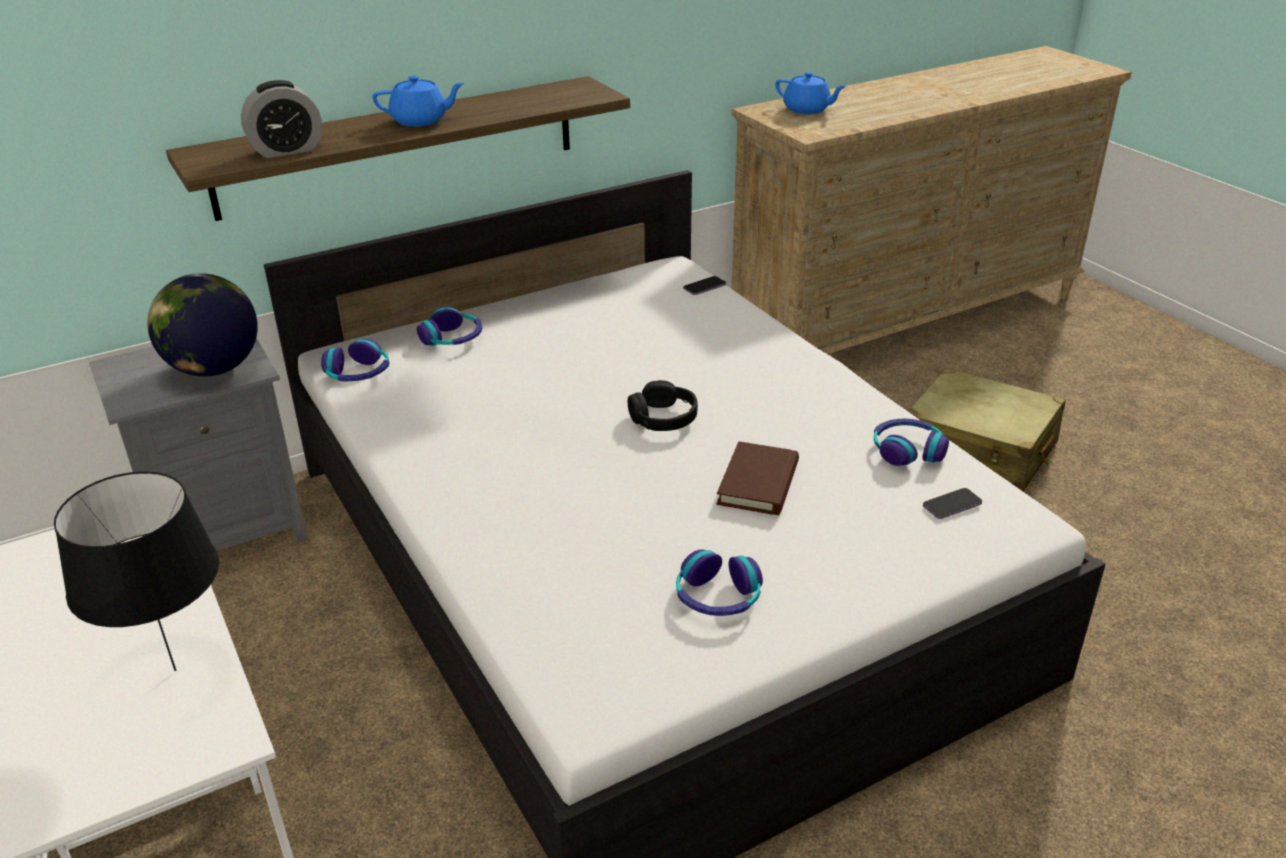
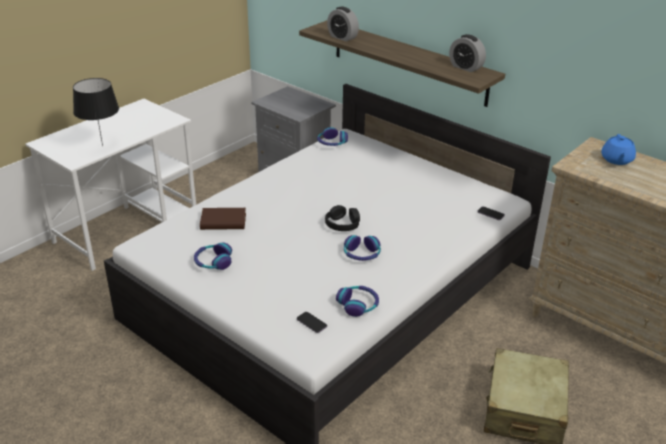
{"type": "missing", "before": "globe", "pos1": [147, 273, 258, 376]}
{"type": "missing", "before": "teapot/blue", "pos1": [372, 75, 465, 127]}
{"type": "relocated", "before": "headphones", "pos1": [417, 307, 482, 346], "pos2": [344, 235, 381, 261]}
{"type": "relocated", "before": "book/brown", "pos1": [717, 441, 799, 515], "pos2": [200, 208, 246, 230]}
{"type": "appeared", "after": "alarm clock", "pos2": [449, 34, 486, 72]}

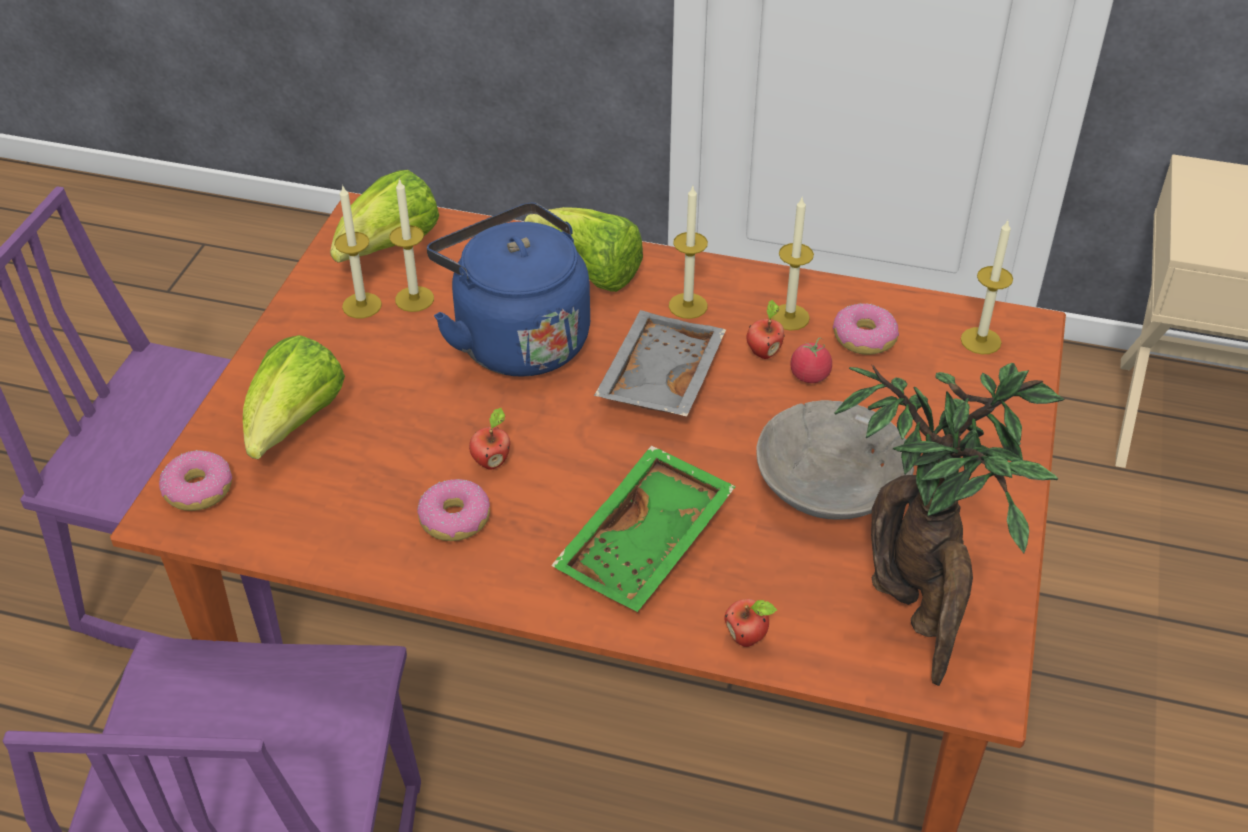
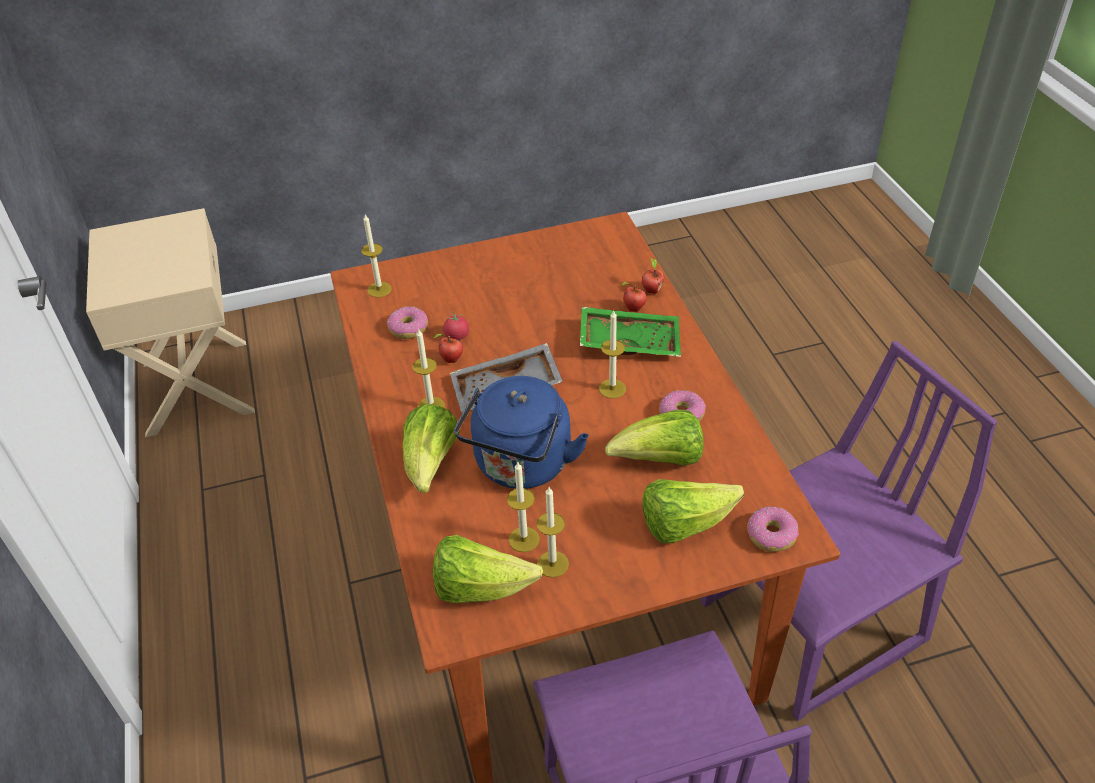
{"type": "relocated", "before": "apple", "pos1": [469, 408, 510, 470], "pos2": [620, 282, 647, 312]}
{"type": "missing", "before": "bowl/grey", "pos1": [756, 400, 914, 519]}
{"type": "relocated", "before": "candle", "pos1": [770, 198, 814, 331], "pos2": [599, 310, 626, 399]}
{"type": "missing", "before": "potted plant", "pos1": [834, 363, 1065, 686]}
{"type": "appeared", "after": "lettuce", "pos2": [605, 409, 704, 466]}

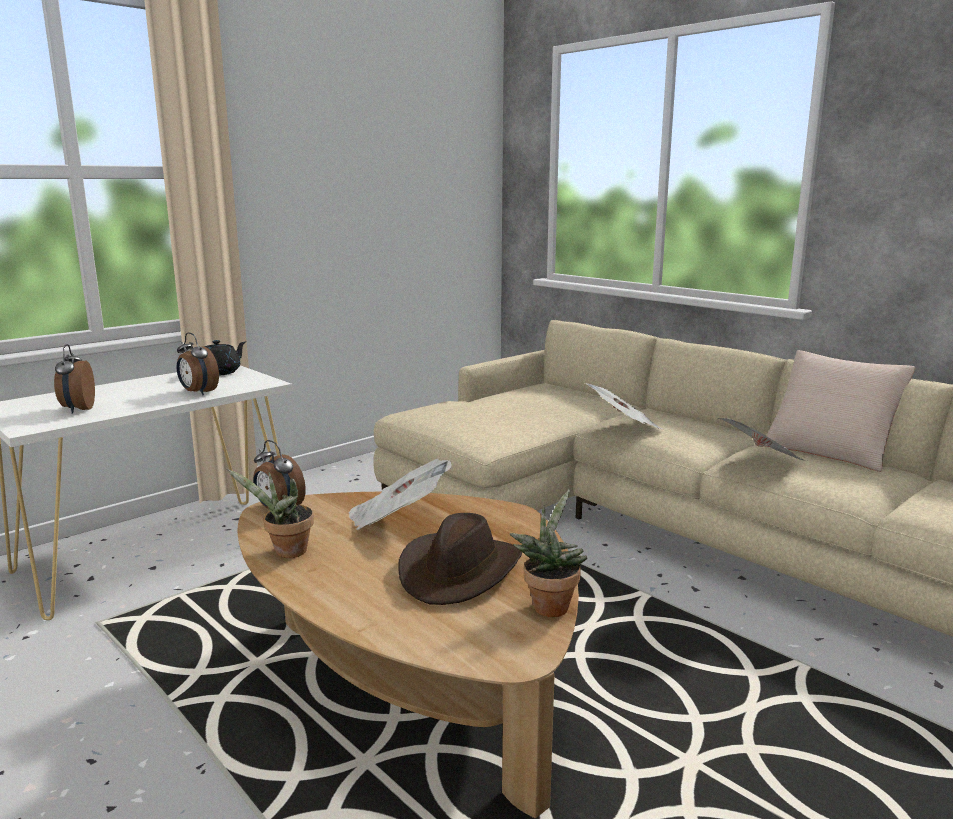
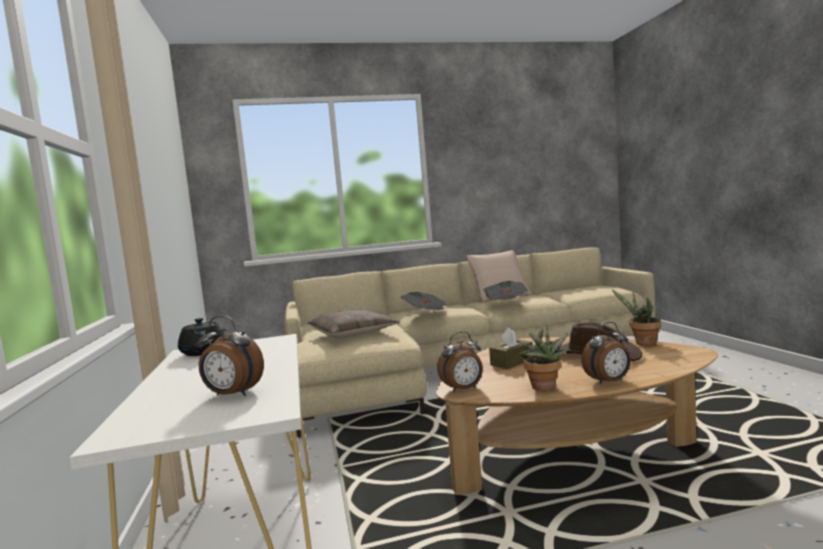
{"type": "relocated", "before": "alarm clock", "pos1": [177, 333, 219, 395], "pos2": [581, 322, 631, 385]}
{"type": "exchanged", "before": "newspaper", "after": "tissue box/brown", "pos1": [348, 459, 452, 530], "pos2": [489, 327, 533, 369]}
{"type": "appeared", "after": "pillow", "pos2": [308, 310, 400, 339]}

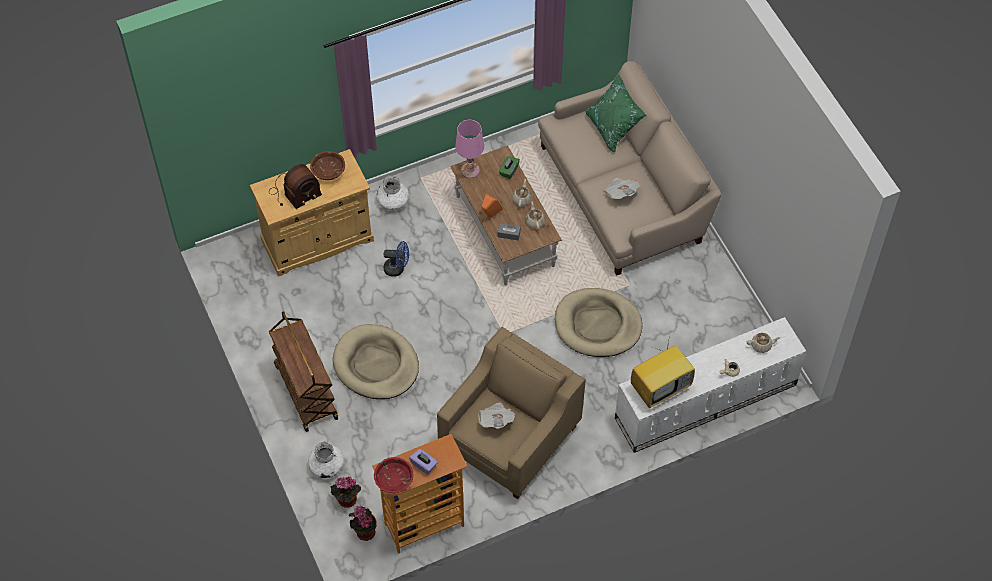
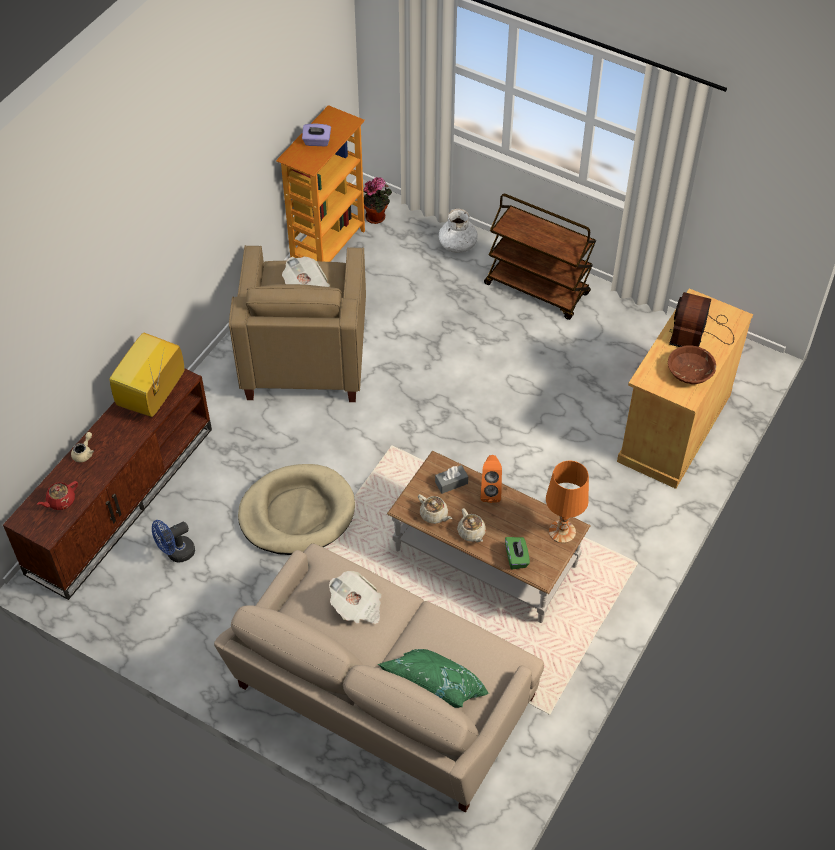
{"type": "missing", "before": "potted plant", "pos1": [331, 476, 361, 508]}
{"type": "missing", "before": "dog bed/beige", "pos1": [333, 324, 419, 399]}
{"type": "missing", "before": "bowl/red", "pos1": [374, 457, 414, 493]}
{"type": "missing", "before": "vase/white", "pos1": [377, 175, 409, 210]}
{"type": "relocated", "before": "fan/blue", "pos1": [384, 241, 409, 277], "pos2": [152, 520, 195, 562]}
{"type": "colour", "before": "table lamp/pink", "after": "table lamp/orange", "pos1": [455, 120, 484, 178], "pos2": [546, 461, 589, 543]}
{"type": "colour", "before": "tv stand/white", "after": "tv stand/brown", "pos1": [615, 317, 806, 453], "pos2": [3, 368, 212, 600]}
{"type": "colour", "before": "teapot/beige", "after": "teapot/red", "pos1": [747, 332, 781, 353], "pos2": [37, 481, 78, 510]}

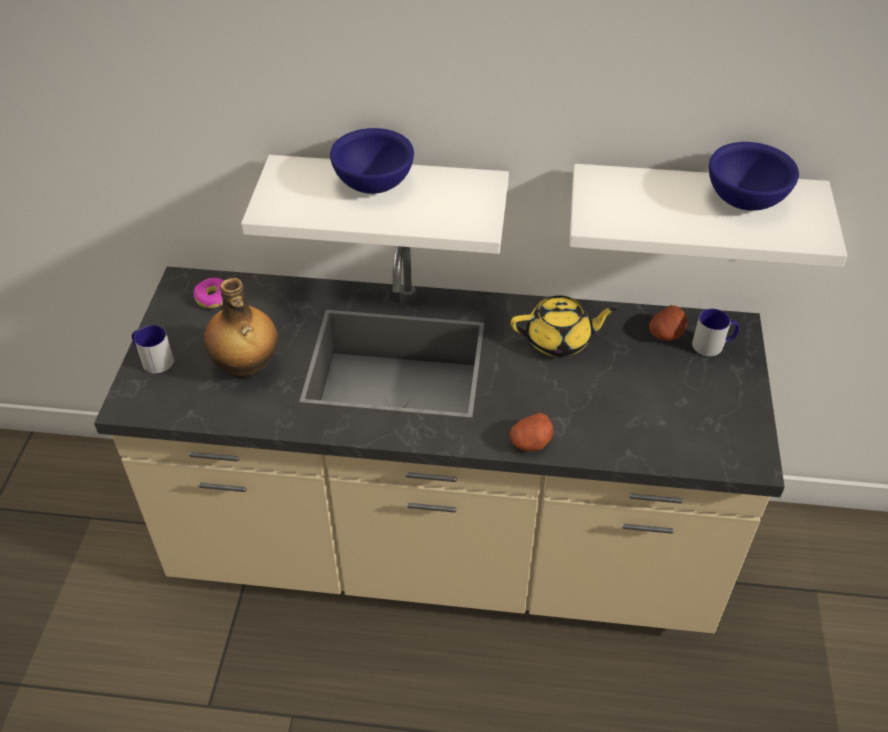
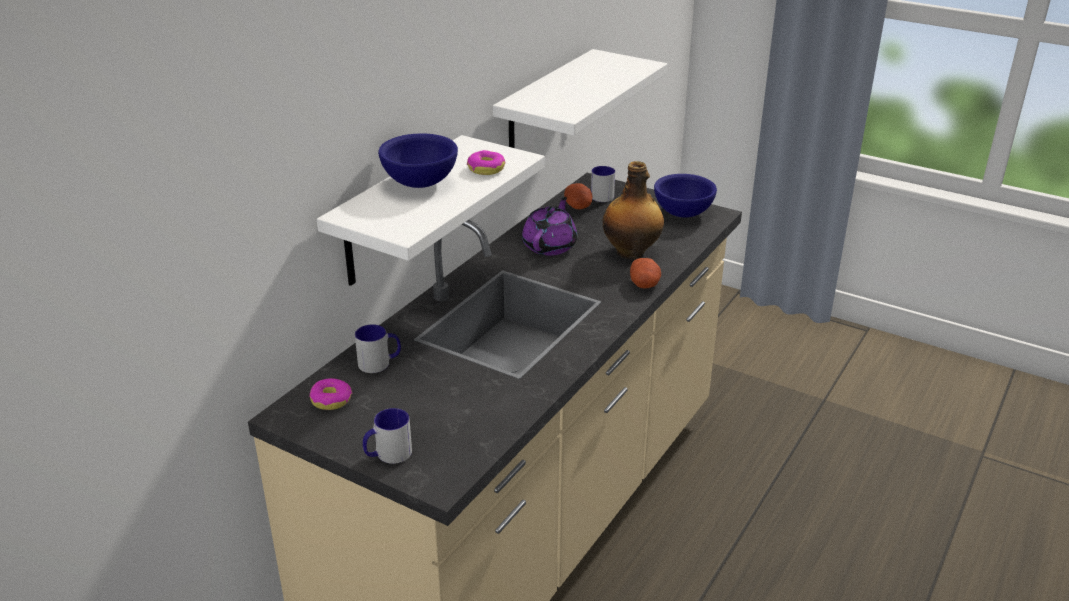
{"type": "relocated", "before": "bottle", "pos1": [204, 278, 278, 379], "pos2": [602, 161, 664, 259]}
{"type": "colour", "before": "teapot/yellow", "after": "teapot/purple", "pos1": [511, 295, 617, 357], "pos2": [522, 197, 577, 256]}
{"type": "relocated", "before": "bowl/blue", "pos1": [709, 142, 799, 211], "pos2": [654, 174, 717, 218]}
{"type": "appeared", "after": "mug", "pos2": [355, 324, 401, 373]}
{"type": "appeared", "after": "donut", "pos2": [467, 150, 505, 175]}

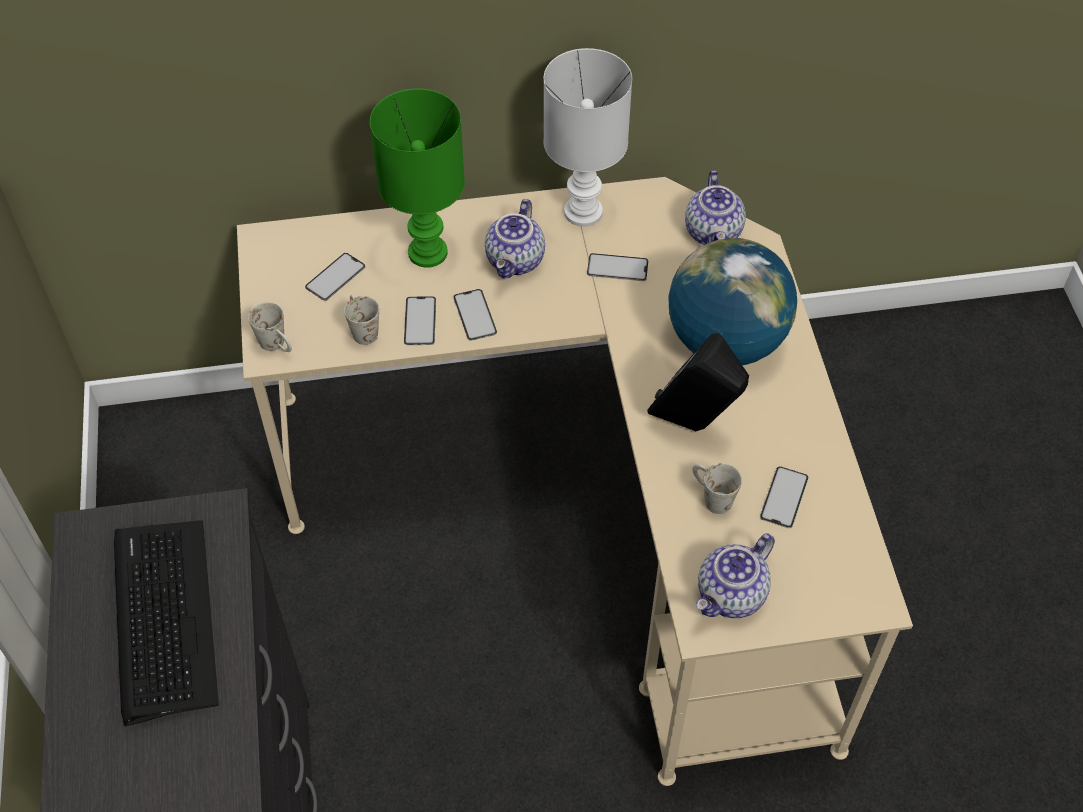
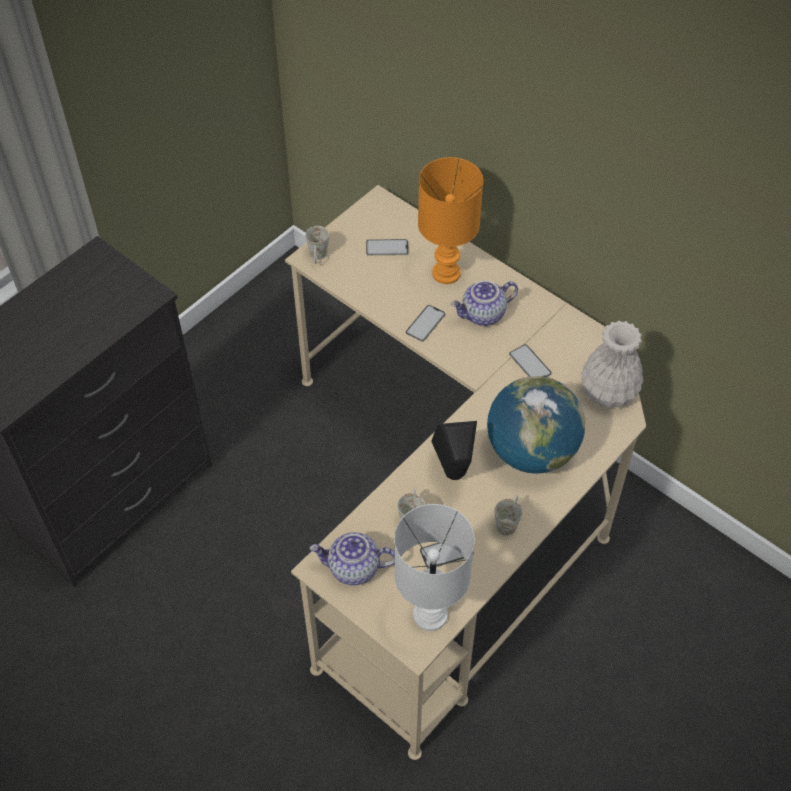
{"type": "missing", "before": "keyboard", "pos1": [114, 520, 219, 726]}
{"type": "relocated", "before": "mug/white", "pos1": [344, 295, 379, 345], "pos2": [494, 495, 523, 536]}
{"type": "colour", "before": "table lamp/green", "after": "table lamp/orange", "pos1": [370, 88, 465, 268], "pos2": [418, 157, 483, 284]}
{"type": "missing", "before": "phone", "pos1": [404, 296, 436, 345]}
{"type": "relocated", "before": "table lamp/white", "pos1": [543, 48, 632, 227], "pos2": [394, 504, 475, 631]}
{"type": "exchanged", "before": "teapot", "after": "vase/white", "pos1": [685, 170, 746, 245], "pos2": [581, 320, 643, 408]}

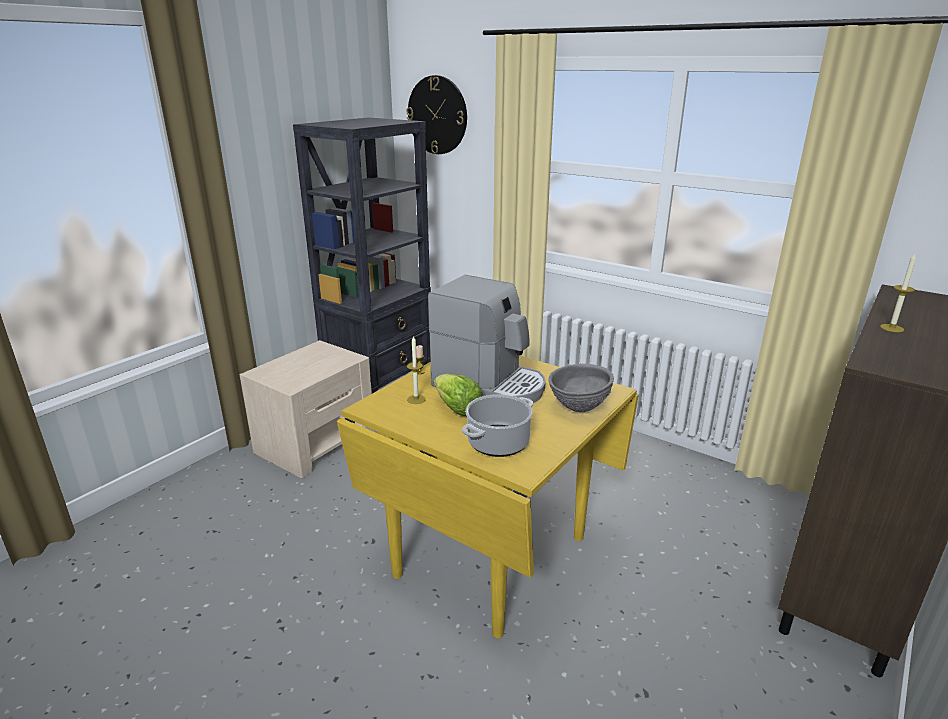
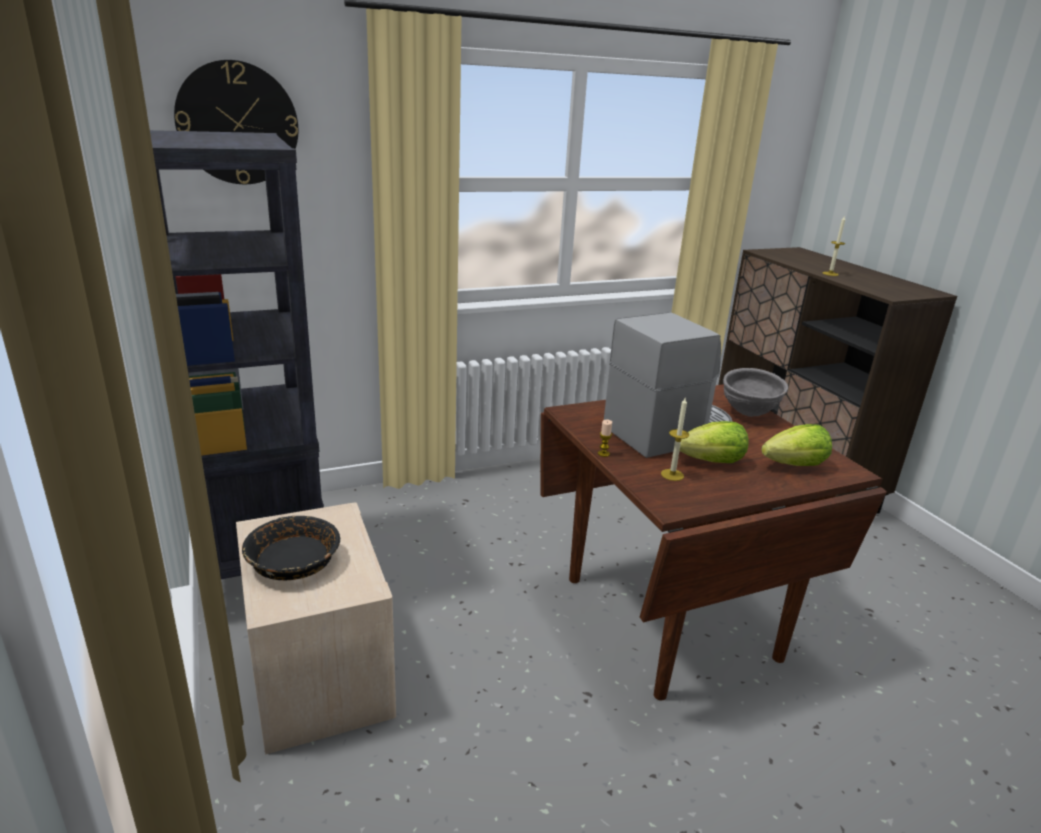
{"type": "colour", "before": "dining table/yellow", "after": "dining table/brown", "pos1": [337, 355, 639, 638], "pos2": [540, 384, 887, 701]}
{"type": "exchanged", "before": "cooking pot", "after": "lettuce", "pos1": [462, 394, 533, 457], "pos2": [761, 424, 832, 466]}
{"type": "appeared", "after": "bowl/black", "pos2": [242, 516, 340, 580]}

